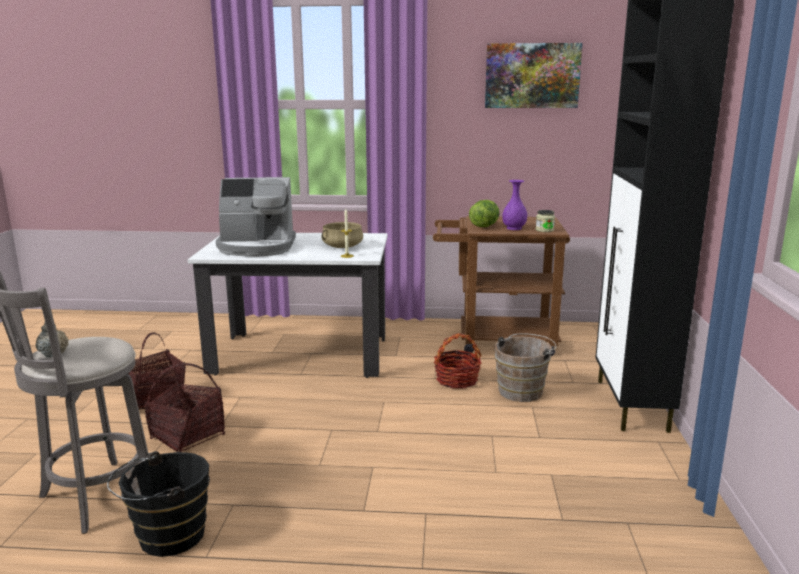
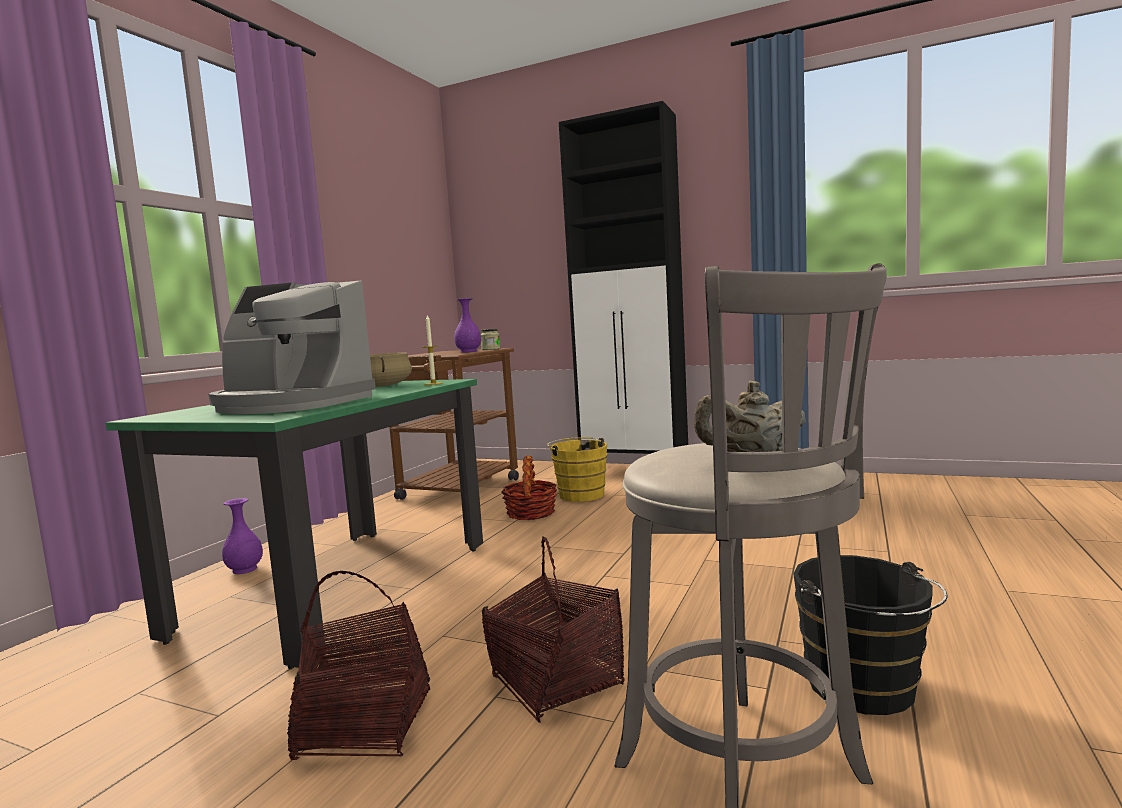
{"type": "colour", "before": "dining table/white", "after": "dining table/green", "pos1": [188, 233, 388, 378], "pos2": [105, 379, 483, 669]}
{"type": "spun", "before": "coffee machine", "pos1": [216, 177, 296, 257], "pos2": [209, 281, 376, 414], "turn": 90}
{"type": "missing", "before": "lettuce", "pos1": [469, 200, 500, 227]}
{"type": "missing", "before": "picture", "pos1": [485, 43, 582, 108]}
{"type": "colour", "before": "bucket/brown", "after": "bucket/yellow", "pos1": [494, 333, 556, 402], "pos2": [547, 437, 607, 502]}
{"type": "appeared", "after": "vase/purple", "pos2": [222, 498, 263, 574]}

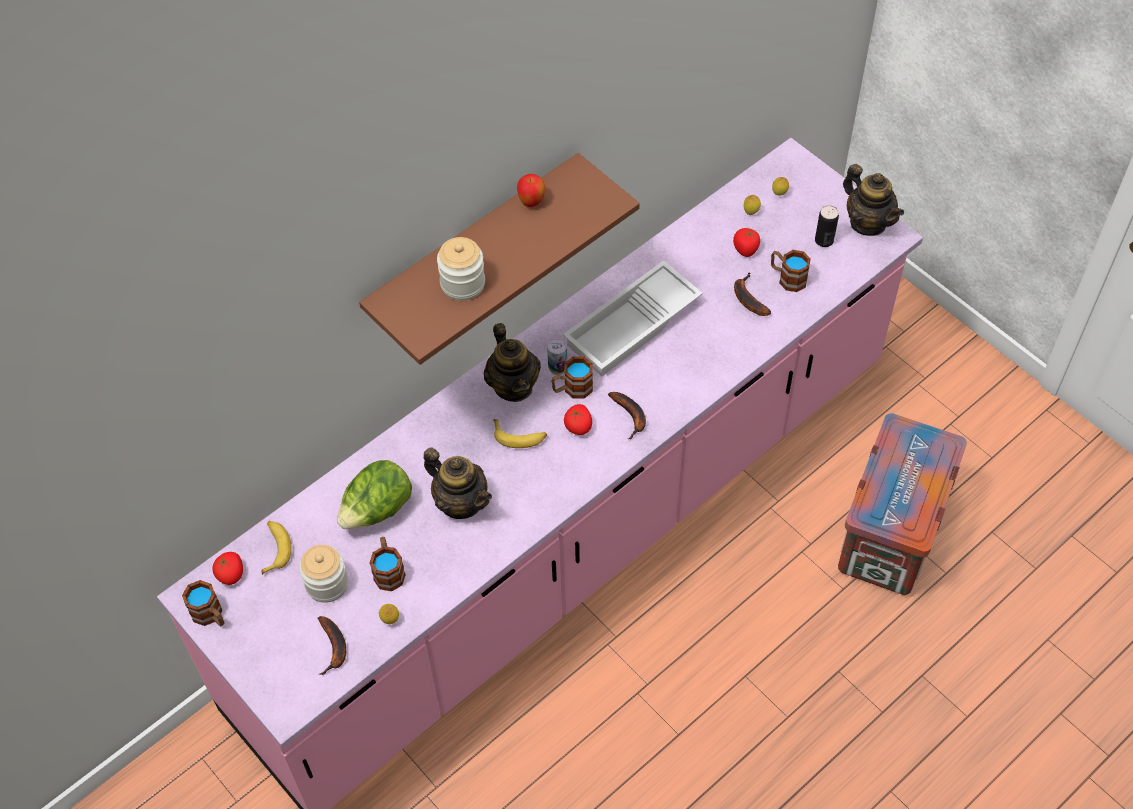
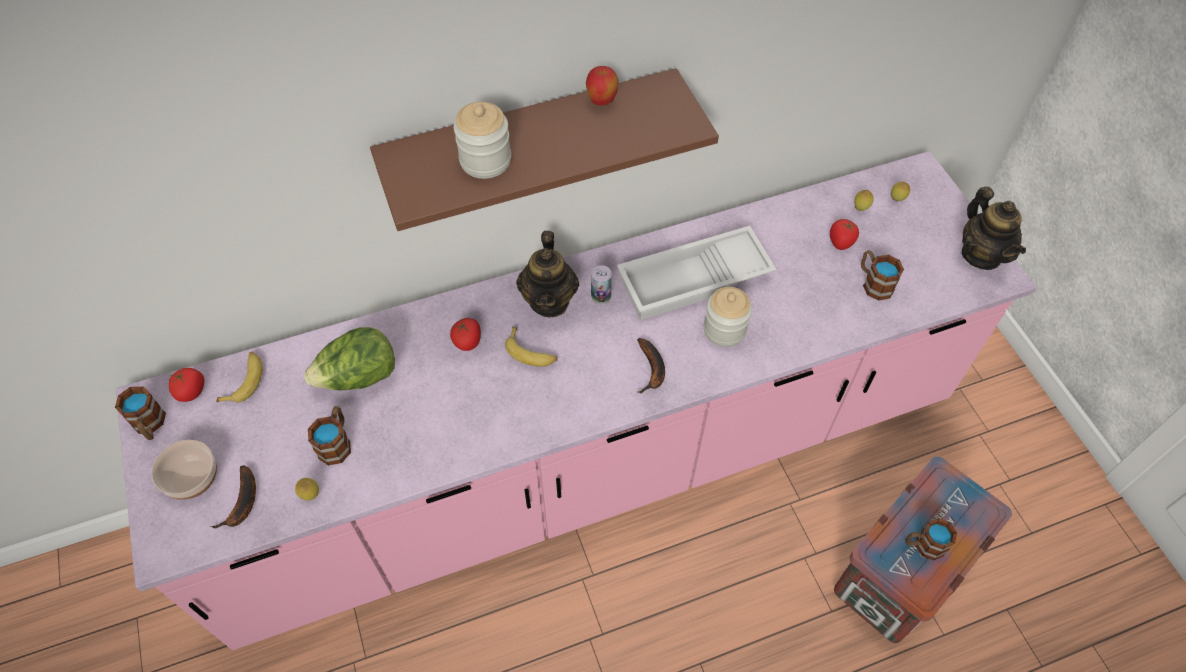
{"type": "relocated", "before": "jar", "pos1": [299, 545, 348, 603], "pos2": [704, 287, 752, 347]}
{"type": "missing", "before": "teapot", "pos1": [424, 448, 492, 519]}
{"type": "relocated", "before": "mug", "pos1": [551, 356, 593, 399], "pos2": [905, 518, 957, 560]}
{"type": "relocated", "before": "tomato", "pos1": [564, 404, 592, 435], "pos2": [450, 318, 481, 351]}
{"type": "missing", "before": "banana", "pos1": [734, 273, 771, 316]}
{"type": "missing", "before": "can", "pos1": [815, 205, 839, 247]}
{"type": "appeared", "after": "bowl", "pos2": [151, 440, 217, 499]}

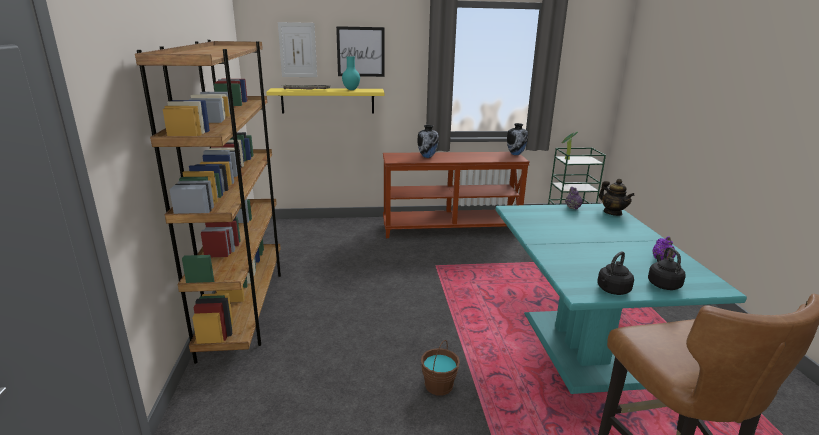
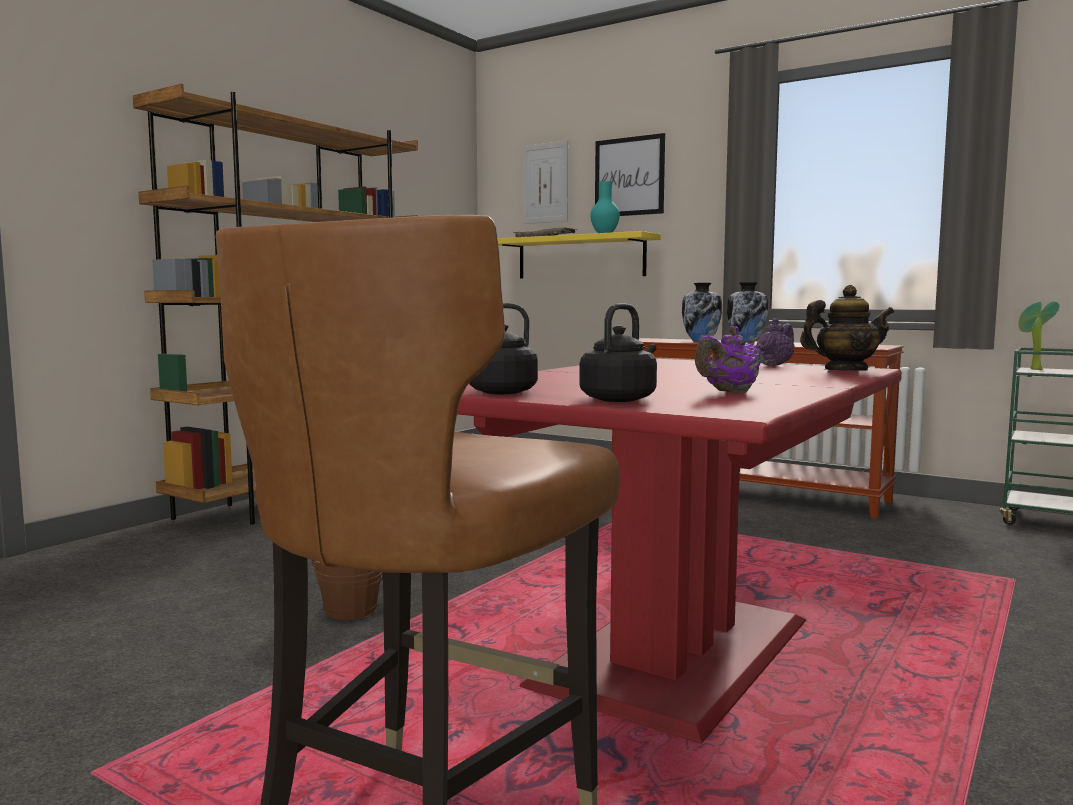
{"type": "colour", "before": "dining table/turquoise", "after": "dining table/red", "pos1": [496, 204, 747, 394], "pos2": [457, 359, 902, 744]}
{"type": "relocated", "before": "vase", "pos1": [507, 123, 528, 155], "pos2": [727, 282, 768, 342]}
{"type": "spun", "before": "teapot", "pos1": [599, 179, 635, 216], "pos2": [800, 285, 894, 370], "turn": -105}

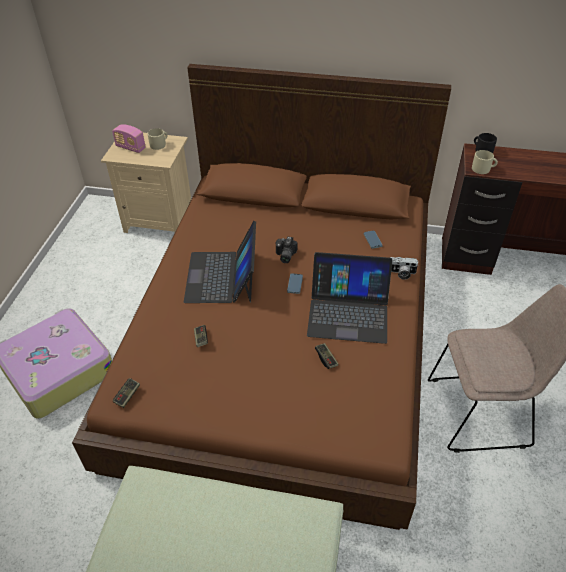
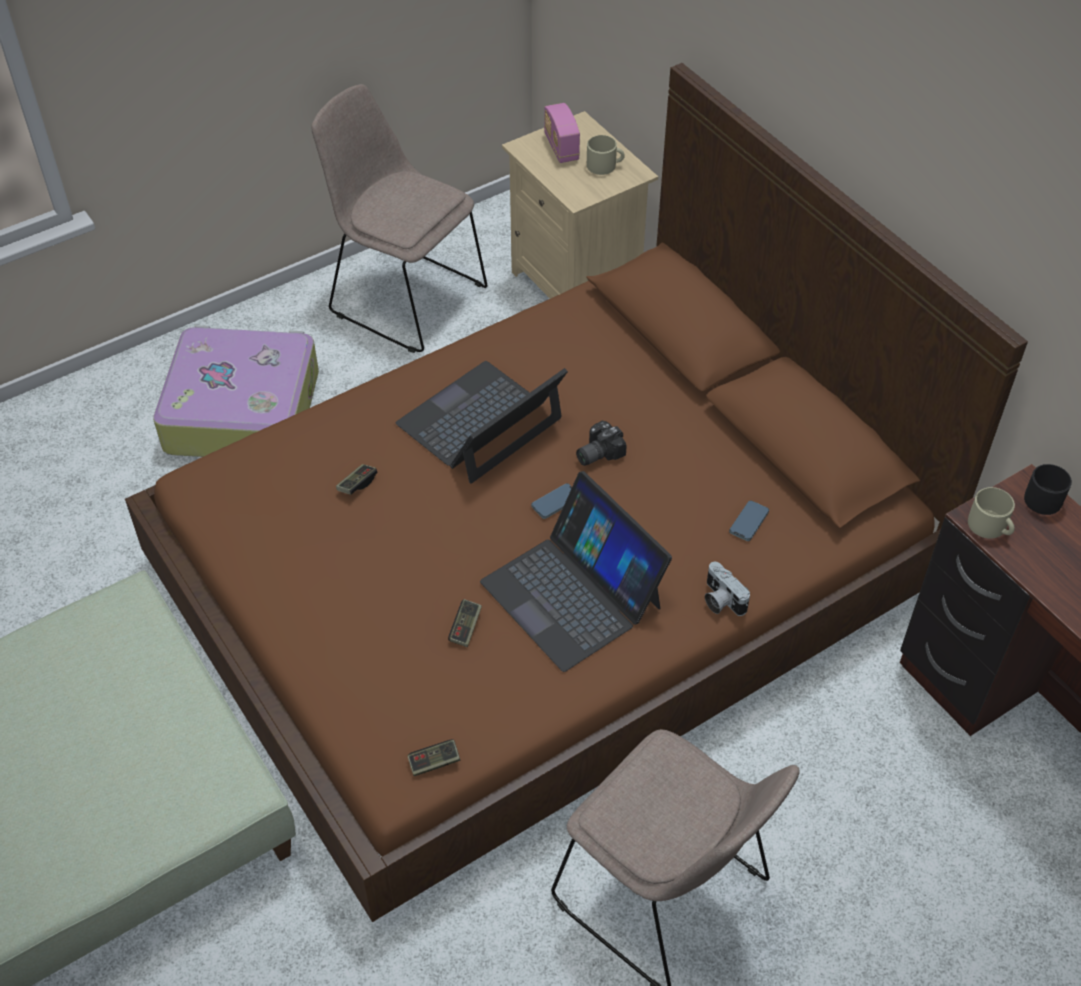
{"type": "relocated", "before": "game controller", "pos1": [113, 378, 140, 408], "pos2": [408, 739, 460, 776]}
{"type": "appeared", "after": "chair/beige", "pos2": [311, 84, 487, 353]}

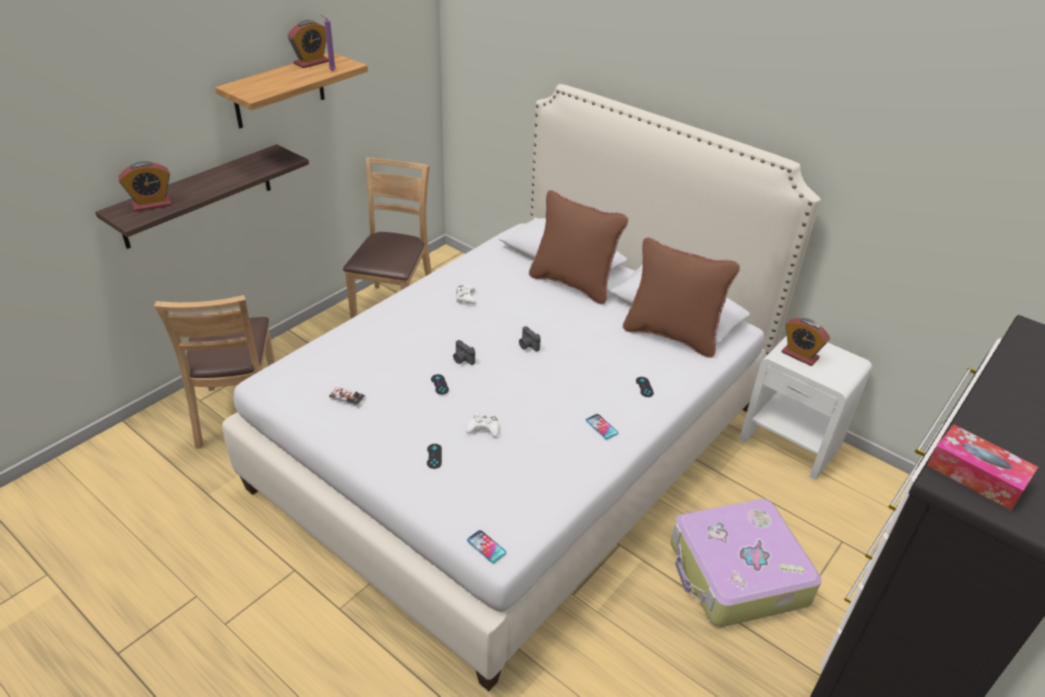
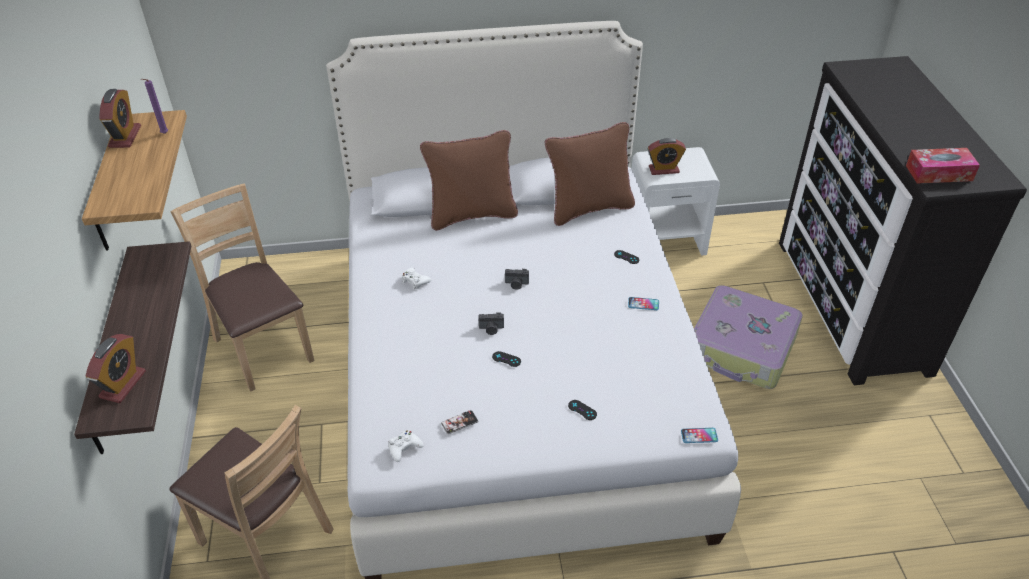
{"type": "relocated", "before": "game controller/white", "pos1": [466, 413, 499, 437], "pos2": [388, 430, 424, 462]}

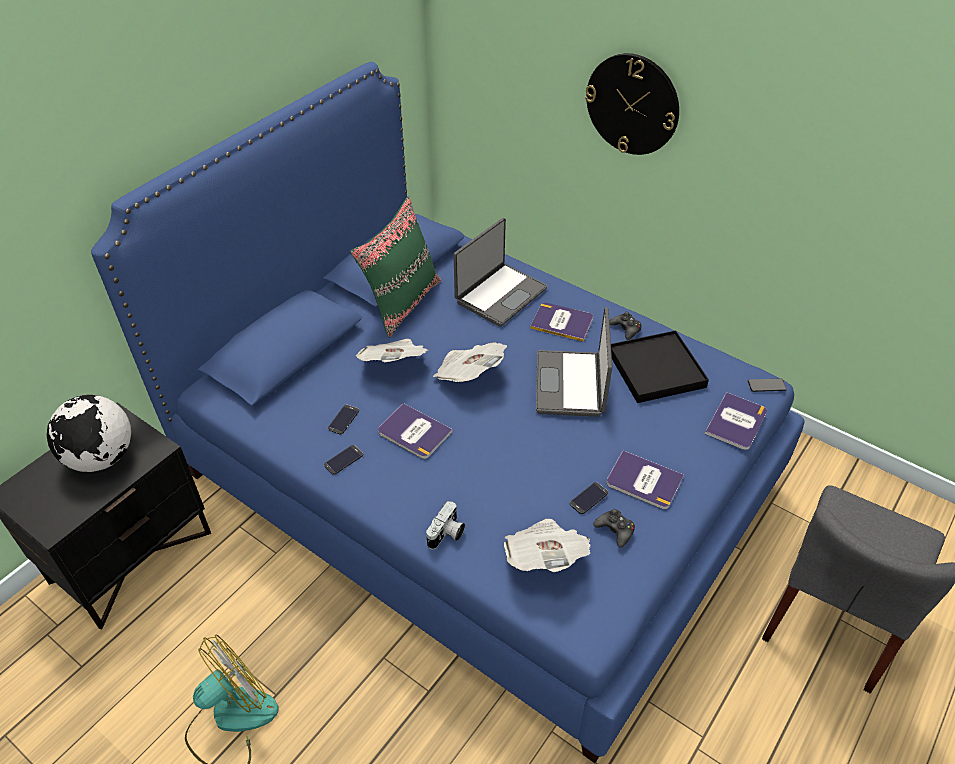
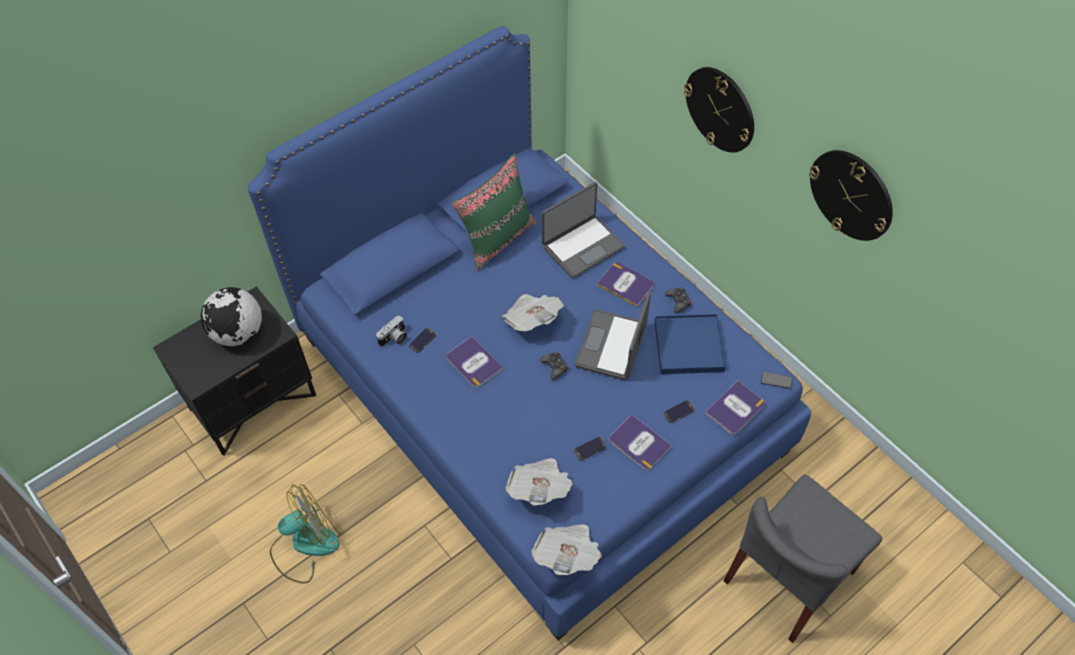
{"type": "relocated", "before": "phone", "pos1": [324, 445, 363, 475], "pos2": [663, 400, 695, 423]}
{"type": "relocated", "before": "newspaper", "pos1": [356, 339, 429, 362], "pos2": [531, 524, 602, 575]}
{"type": "relocated", "before": "photo camera", "pos1": [426, 501, 465, 549], "pos2": [376, 315, 407, 346]}
{"type": "relocated", "before": "game controller/black", "pos1": [593, 509, 635, 548], "pos2": [540, 352, 568, 380]}
{"type": "colour", "before": "tray/black", "after": "tray/blue", "pos1": [611, 330, 709, 403], "pos2": [654, 314, 726, 374]}
{"type": "appeared", "after": "wall clock", "pos2": [809, 150, 893, 241]}

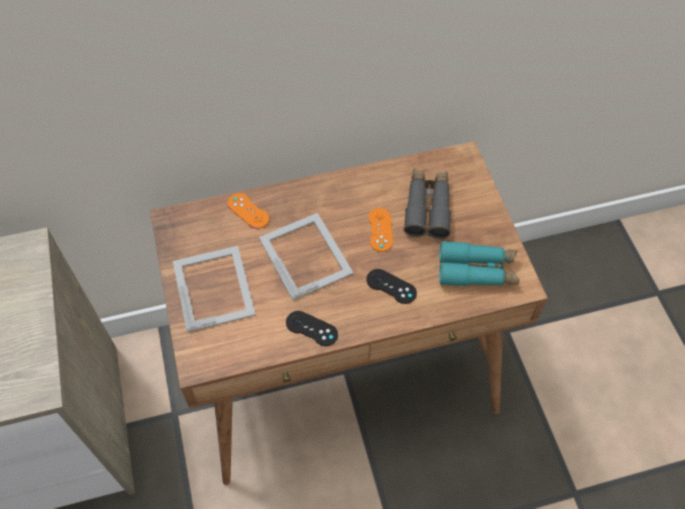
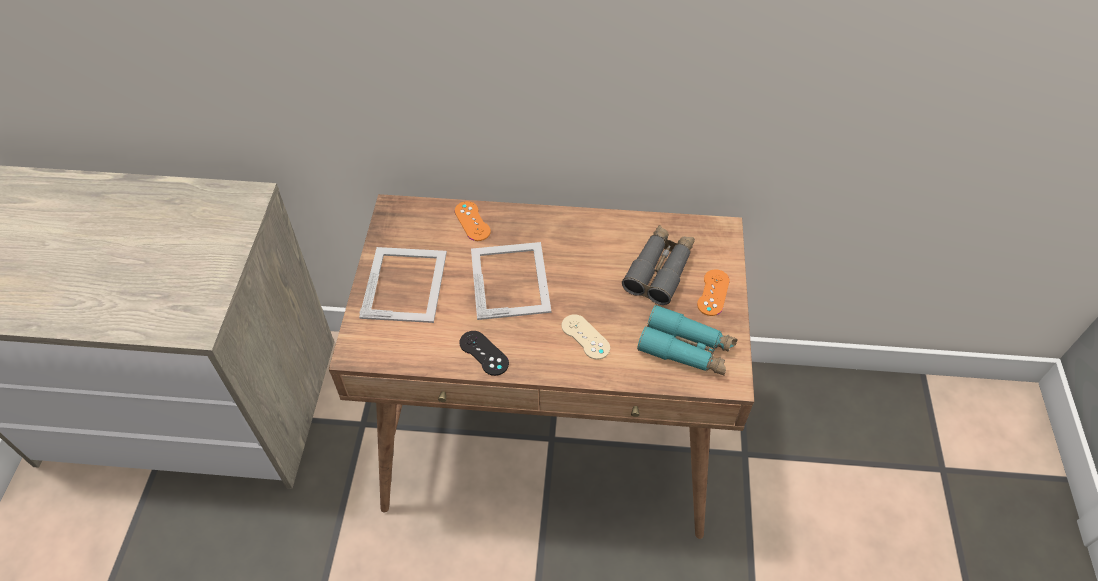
{"type": "colour", "before": "game controller/black", "after": "game controller/beige", "pos1": [366, 269, 417, 304], "pos2": [562, 314, 610, 360]}
{"type": "relocated", "before": "game controller/orange", "pos1": [368, 208, 393, 252], "pos2": [697, 270, 730, 316]}

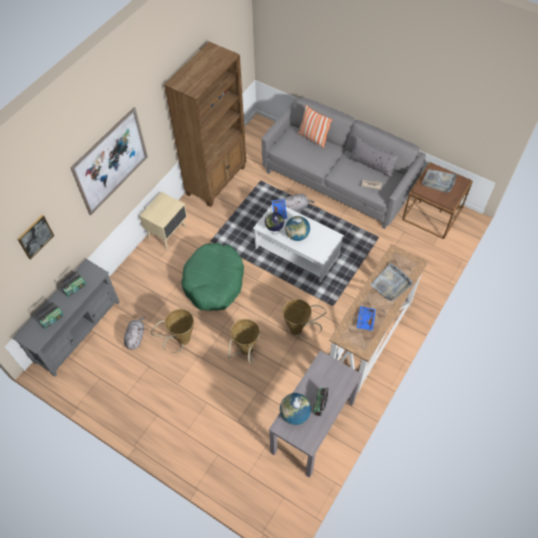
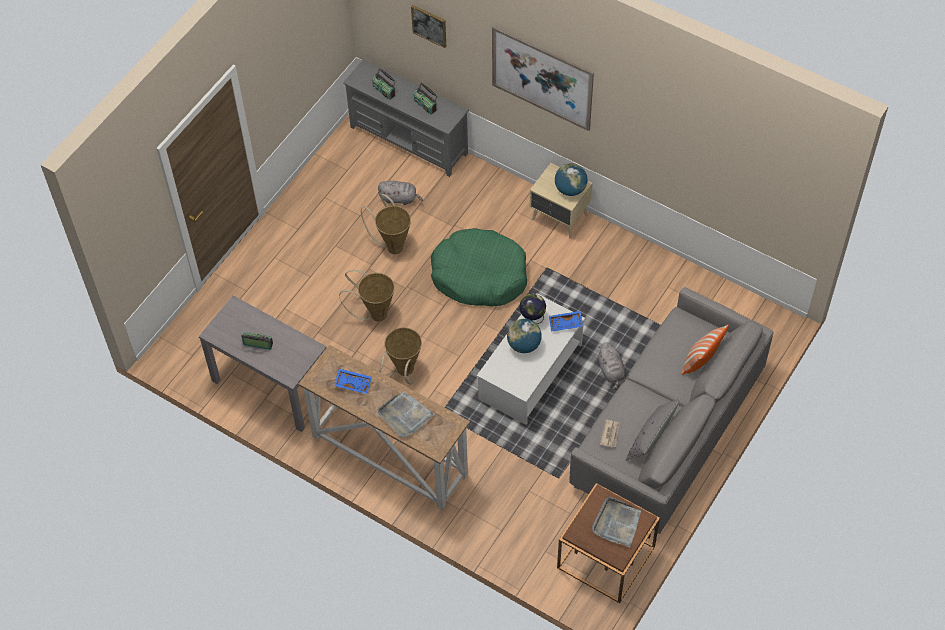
{"type": "missing", "before": "bookcase/brown", "pos1": [164, 42, 246, 207]}
{"type": "relocated", "before": "globe", "pos1": [280, 393, 311, 425], "pos2": [555, 163, 587, 196]}

